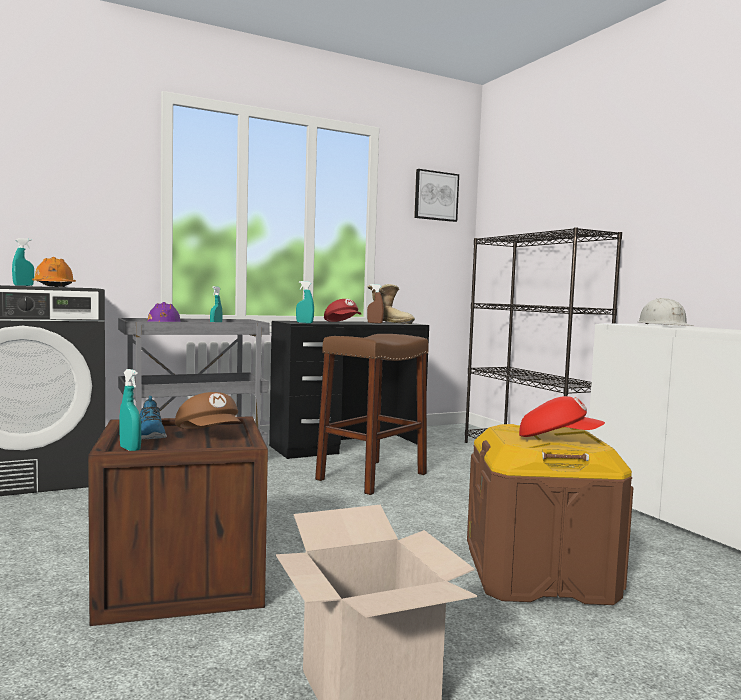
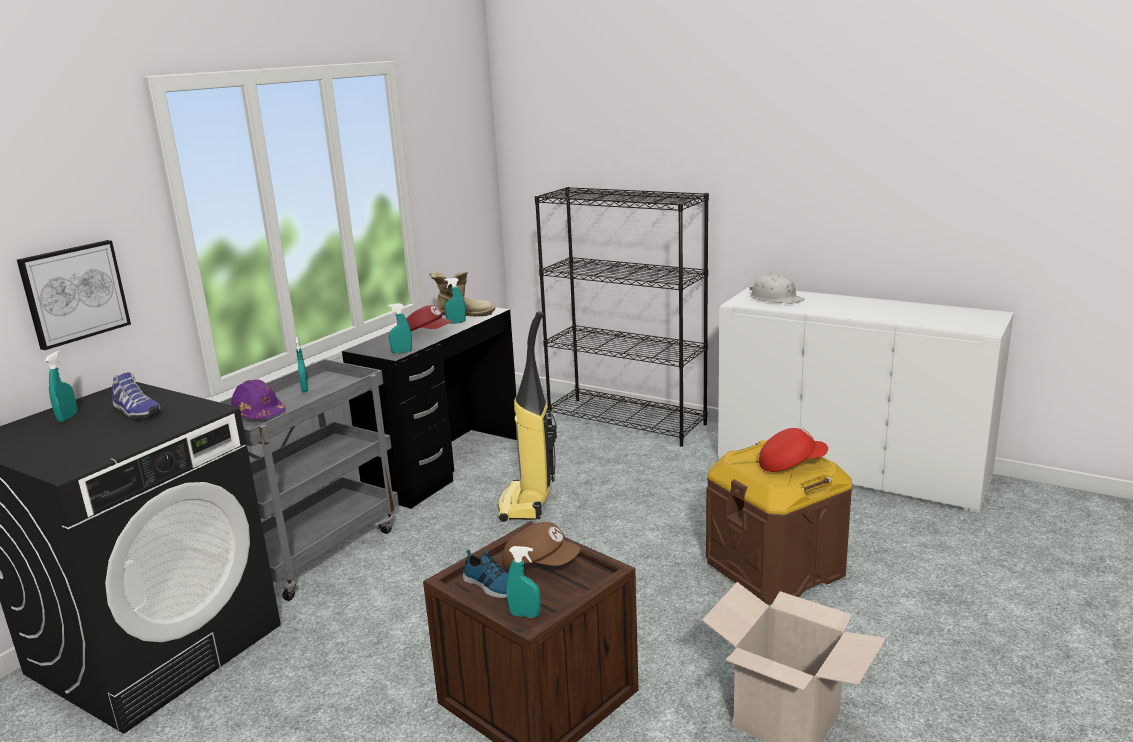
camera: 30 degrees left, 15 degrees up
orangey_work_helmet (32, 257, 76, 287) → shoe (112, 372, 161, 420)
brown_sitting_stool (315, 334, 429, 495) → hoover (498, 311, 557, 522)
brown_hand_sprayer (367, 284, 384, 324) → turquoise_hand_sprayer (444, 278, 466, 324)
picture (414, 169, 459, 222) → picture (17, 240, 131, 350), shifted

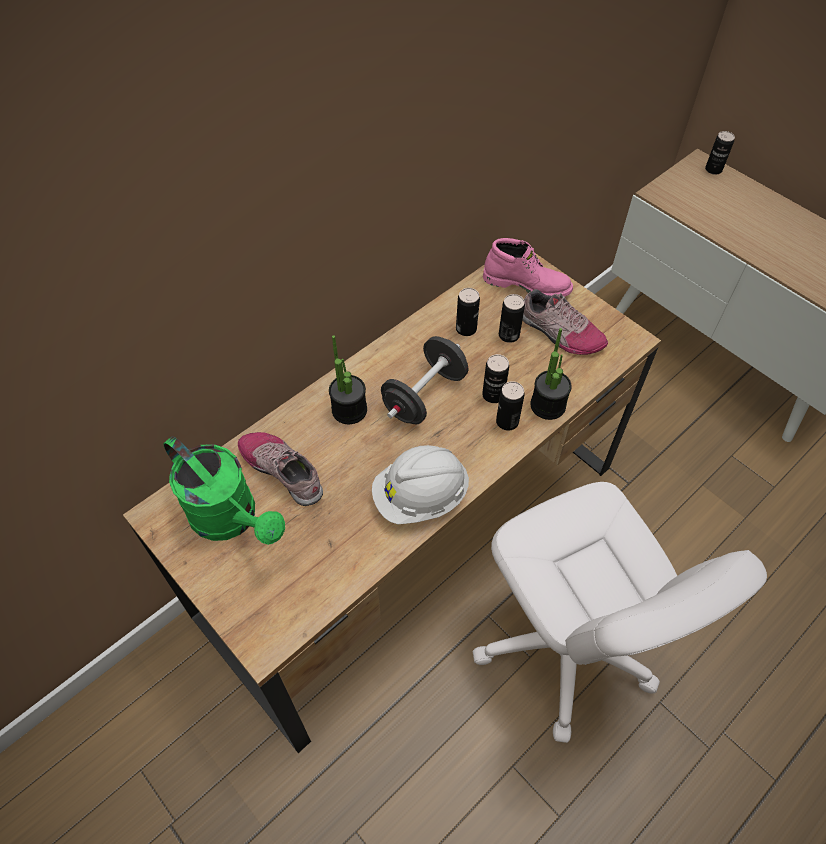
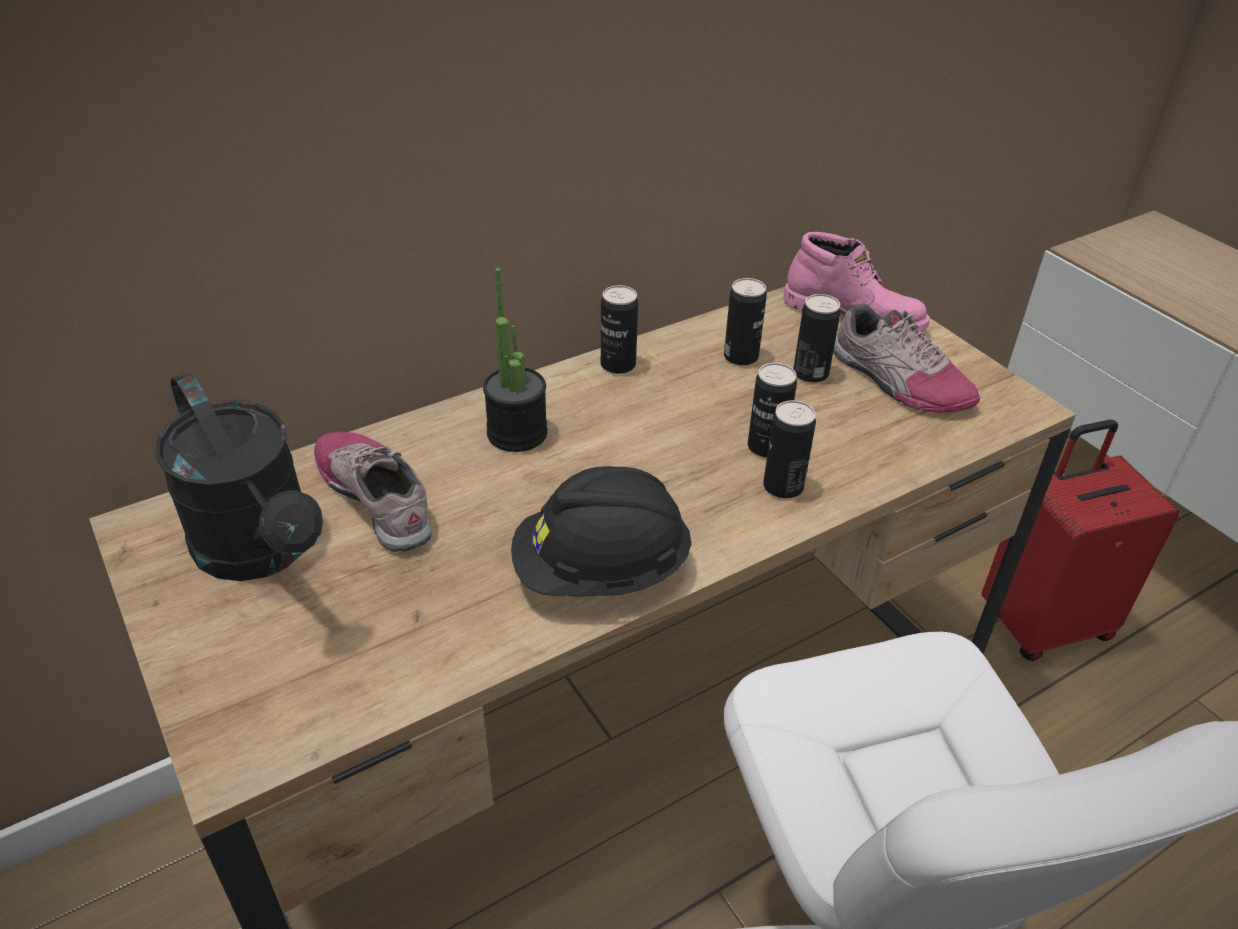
camera: 10 degrees right, 15 degrees down
green-coloured_sprinkling_can (163, 436, 285, 545) → black-coloured_sprinkling_can (156, 372, 323, 581)
white-coloured_work_helmet (372, 445, 469, 524) → black-coloured_work_helmet (511, 466, 692, 597)
black-coloured_free_weight (381, 336, 468, 424) → -
potted_plant (530, 328, 572, 420) → -
can (705, 131, 735, 175) → can (601, 285, 638, 374), shifted
- → red_travel_case (982, 420, 1180, 661)

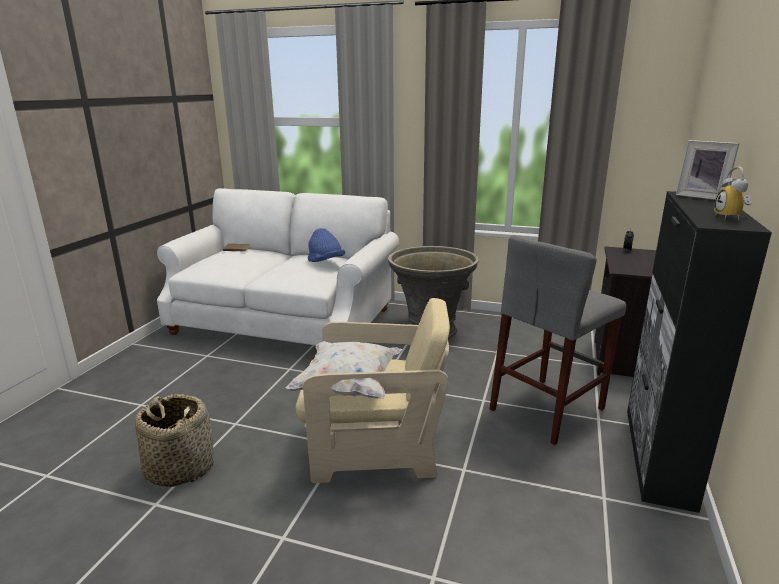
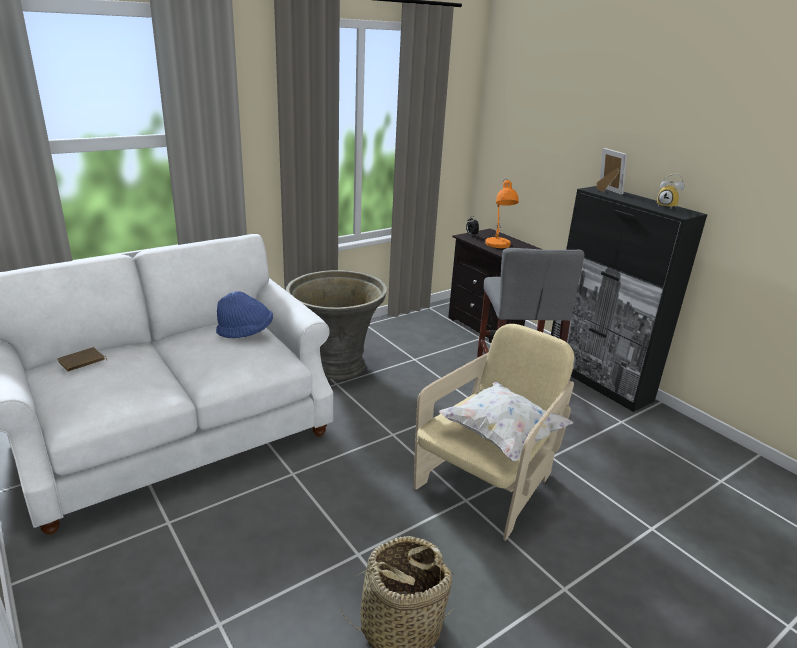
camera: 55 degrees left, 5 degrees up
standing_frame (676, 140, 740, 200) → standing_frame (597, 148, 627, 195), 105 degrees counterclockwise
- → orangey_tabletop_lamp (484, 180, 519, 248)

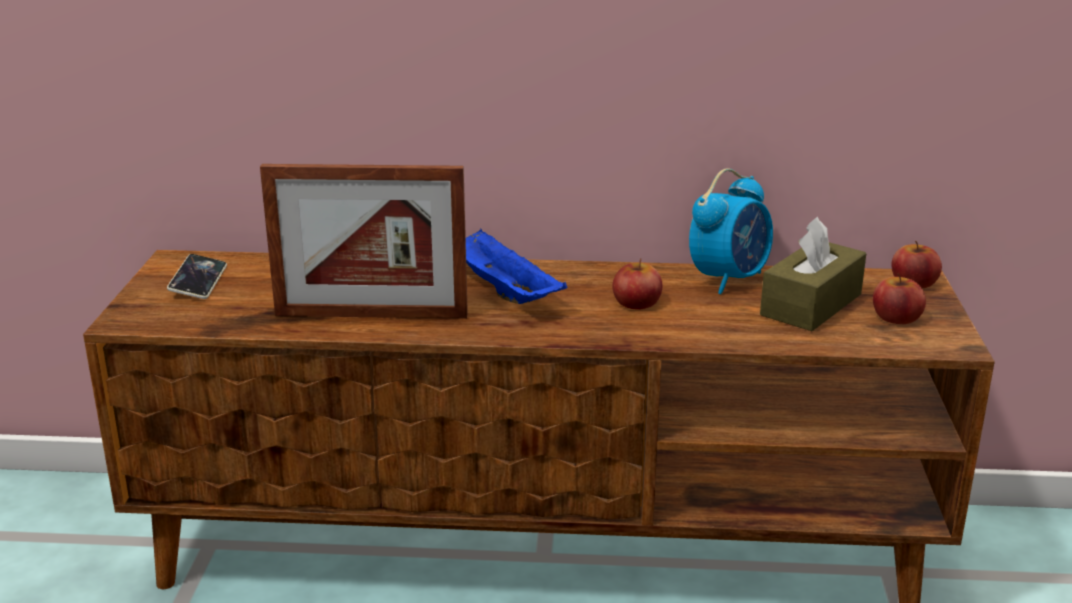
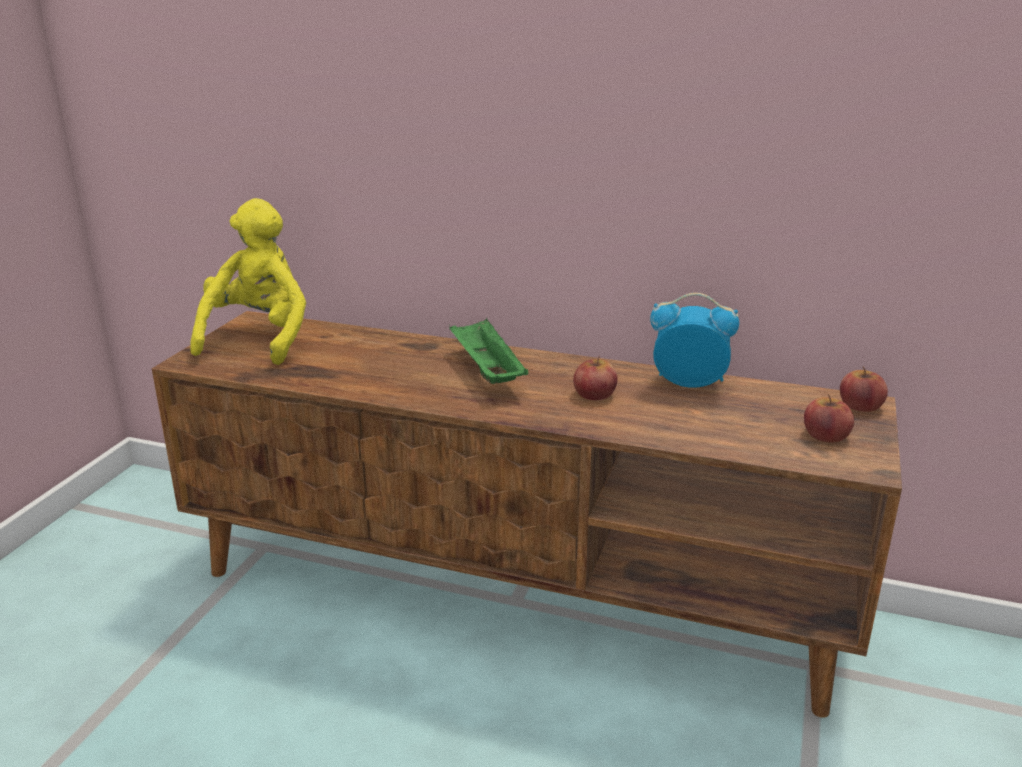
camera: 15 degrees right, 0 degrees up
telephone (167, 254, 227, 299) → yellow_plush_toy (190, 198, 306, 365)
standing_frame (260, 164, 468, 319) → -
blue_carrying_tray (466, 229, 567, 304) → green-coloured_carrying_tray (449, 318, 529, 384)
bedside_clock (689, 168, 773, 294) → bedside_clock (650, 293, 739, 388), 135 degrees counterclockwise
brown_box_of_tissues (760, 216, 866, 331) → -

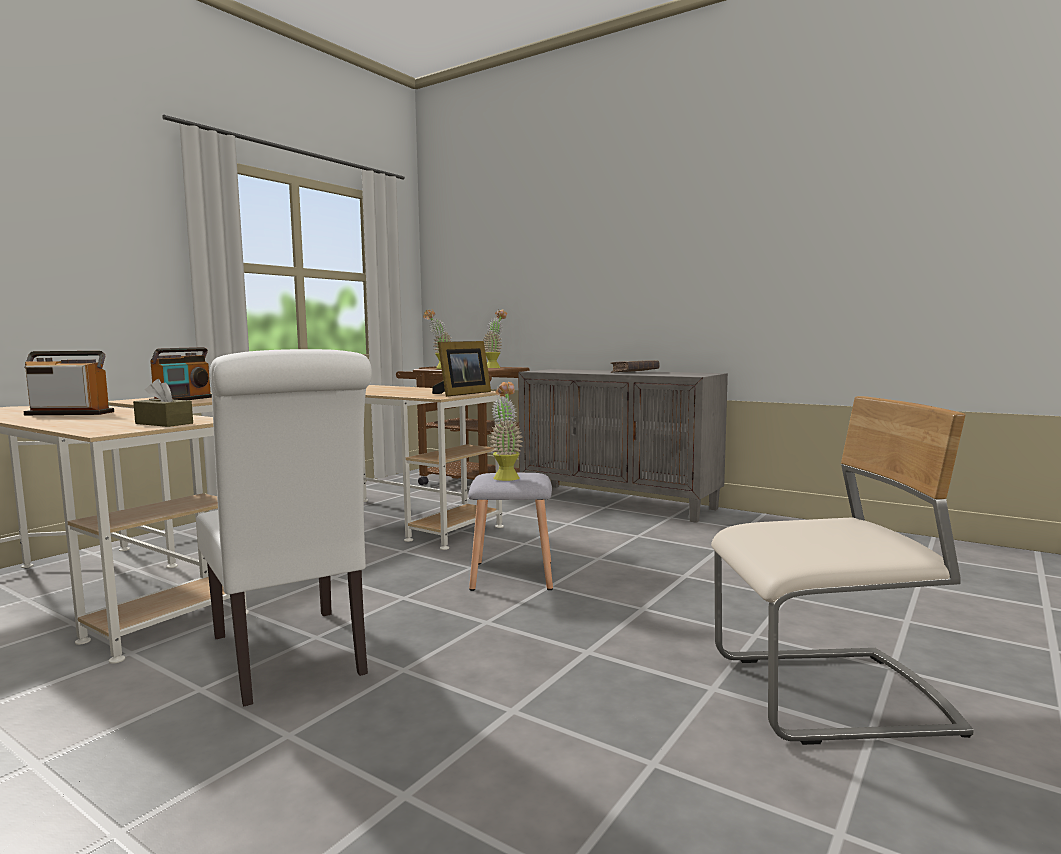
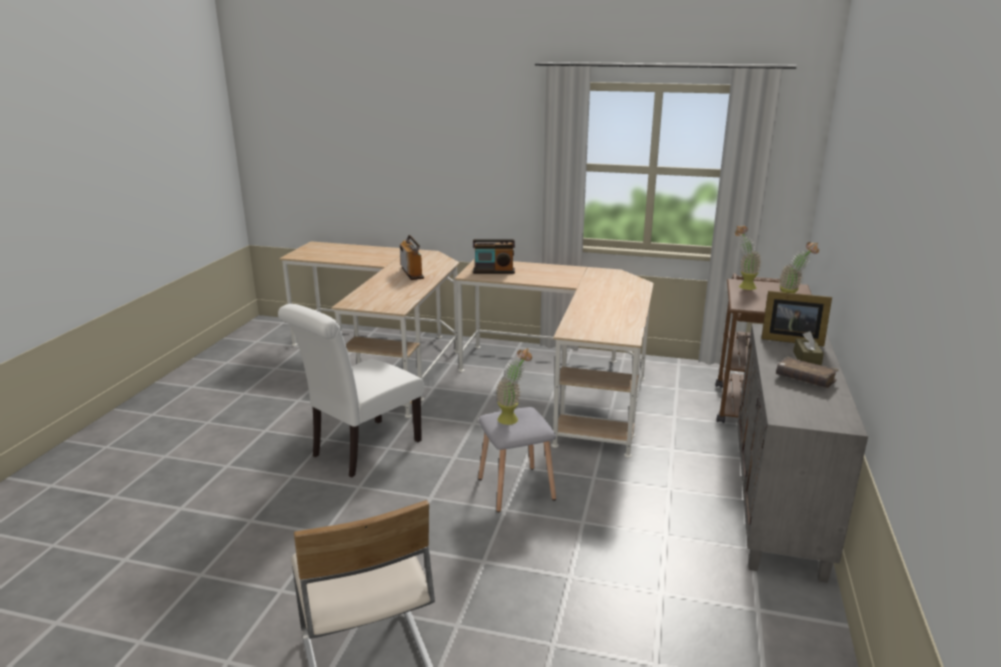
camera: 70 degrees right, 15 degrees up
brown_box_of_tissues (133, 379, 193, 427) → brown_box_of_tissues (793, 331, 824, 366), shifted
standing_frame (432, 341, 491, 397) → standing_frame (761, 291, 832, 346), shifted

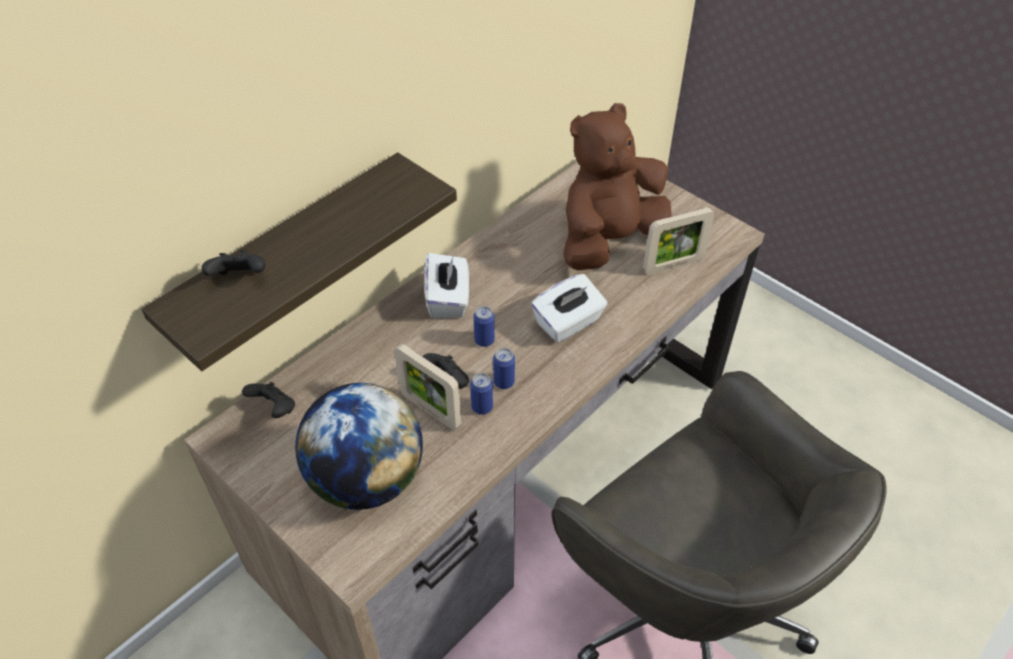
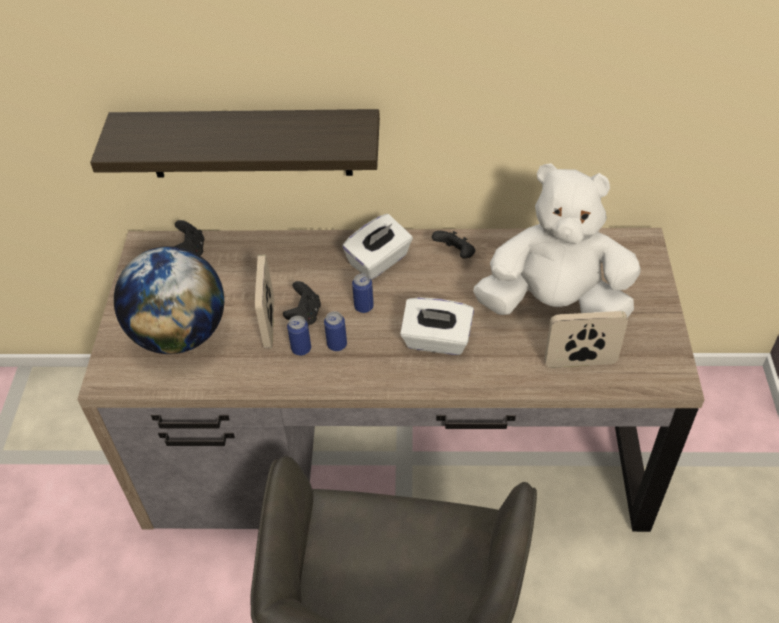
camera: 50 degrees right, 0 degrees up
black-coloured_gamepad (202, 250, 265, 276) → black-coloured_gamepad (432, 231, 475, 258), shifted
brown_plush_toy (563, 103, 672, 270) → white-coloured_plush_toy (473, 163, 641, 318)
standing_frame (643, 207, 714, 275) → standing_frame (544, 311, 628, 368), 150 degrees clockwise

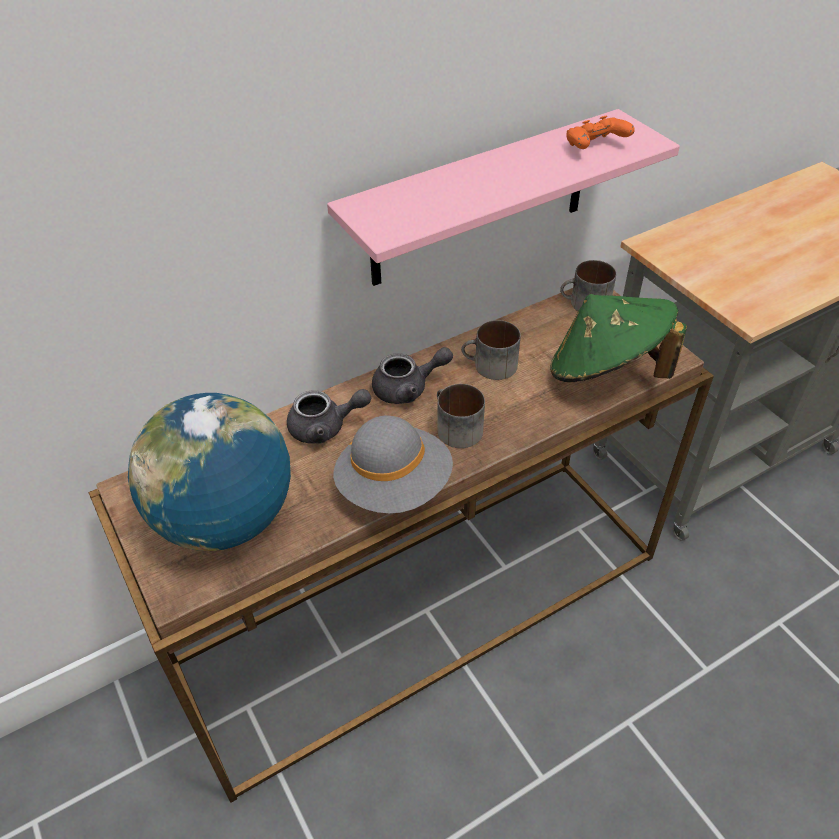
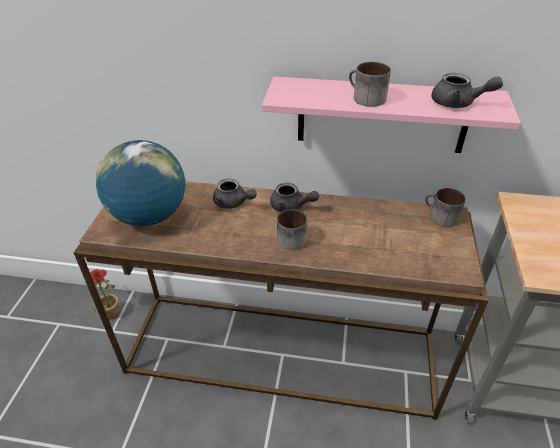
camera: 40 degrees right, 5 degrees down
gray_hat (333, 415, 453, 514) → -
tea_mug (461, 320, 520, 380) → tea_mug (349, 62, 391, 107), shifted
green-coloured_hat (550, 294, 687, 382) → -
orangey_gamepad (566, 115, 635, 149) → gray_tea_pot (432, 73, 503, 108)
- → potted_plant (90, 269, 119, 319)

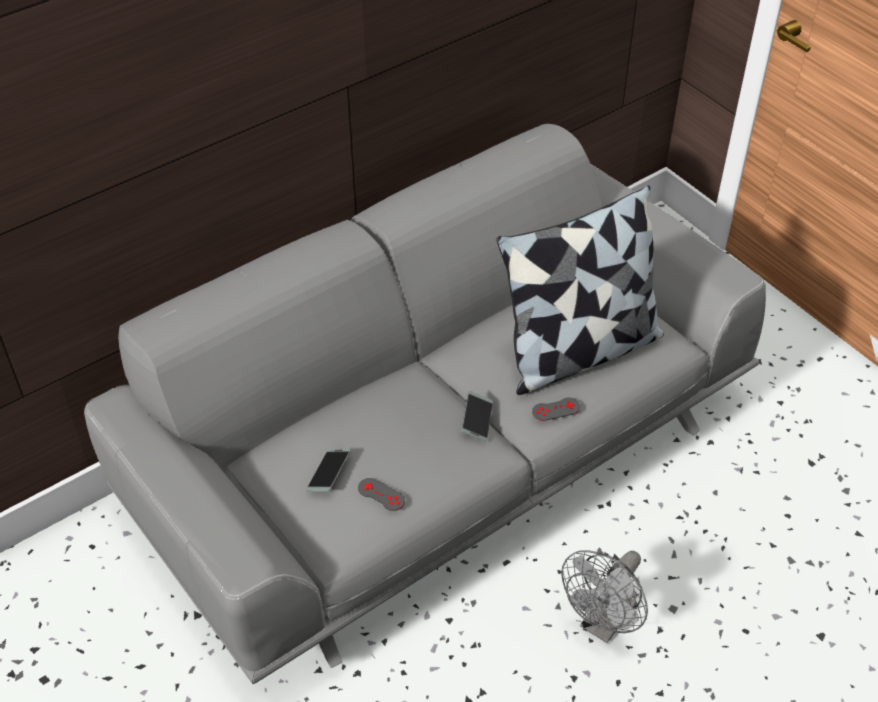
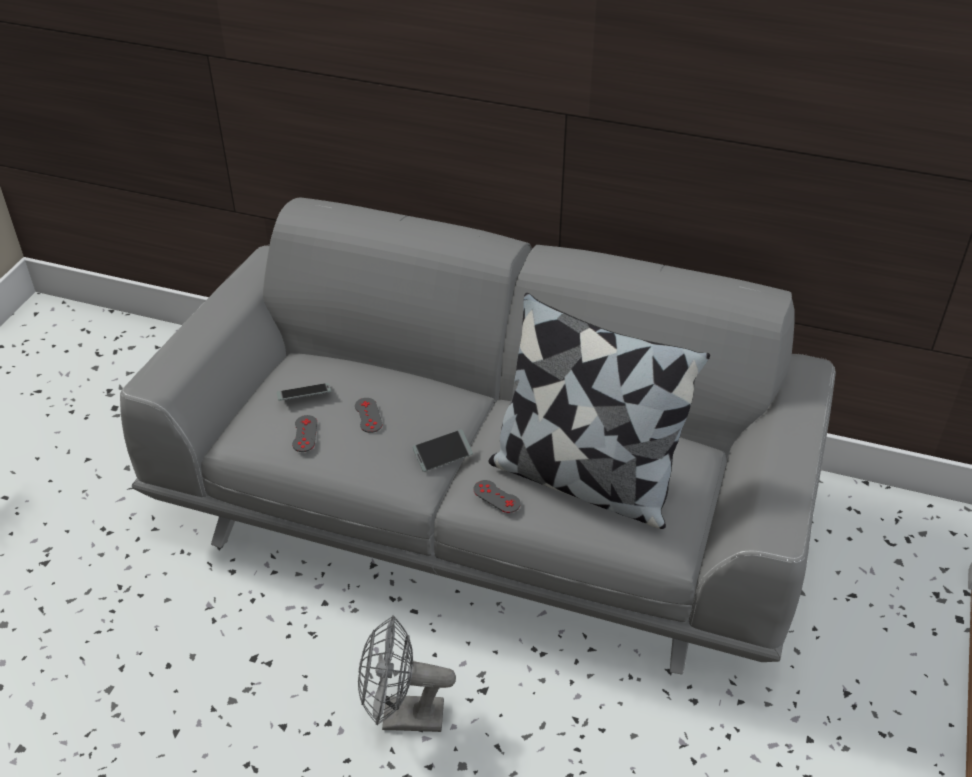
camera: 55 degrees right, 5 degrees down
- → gray_gamepad (355, 398, 382, 433)

